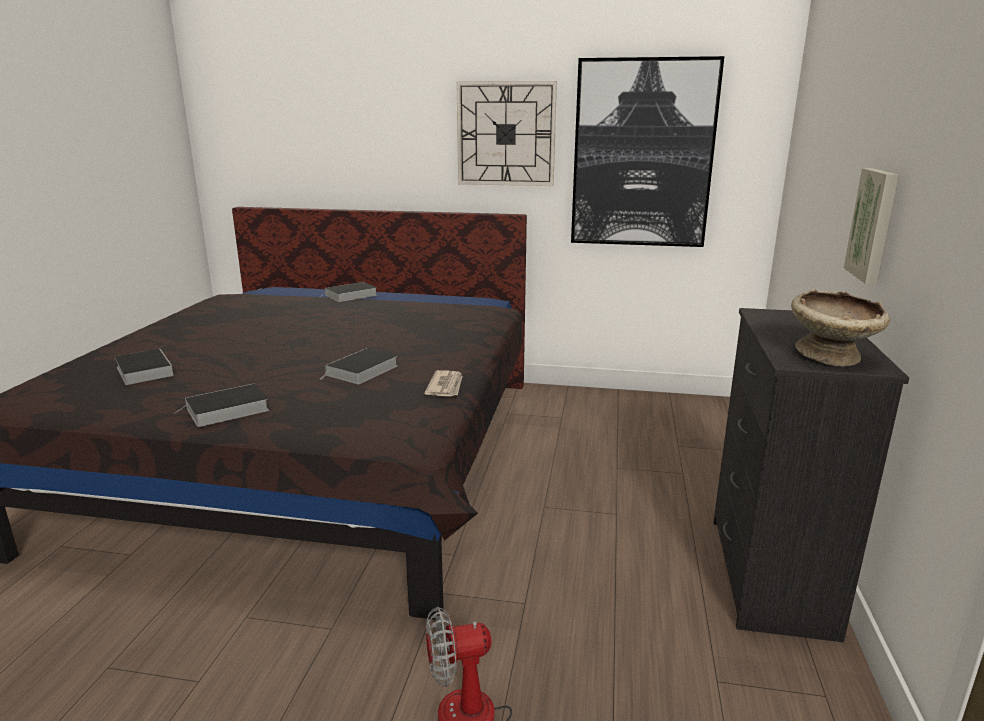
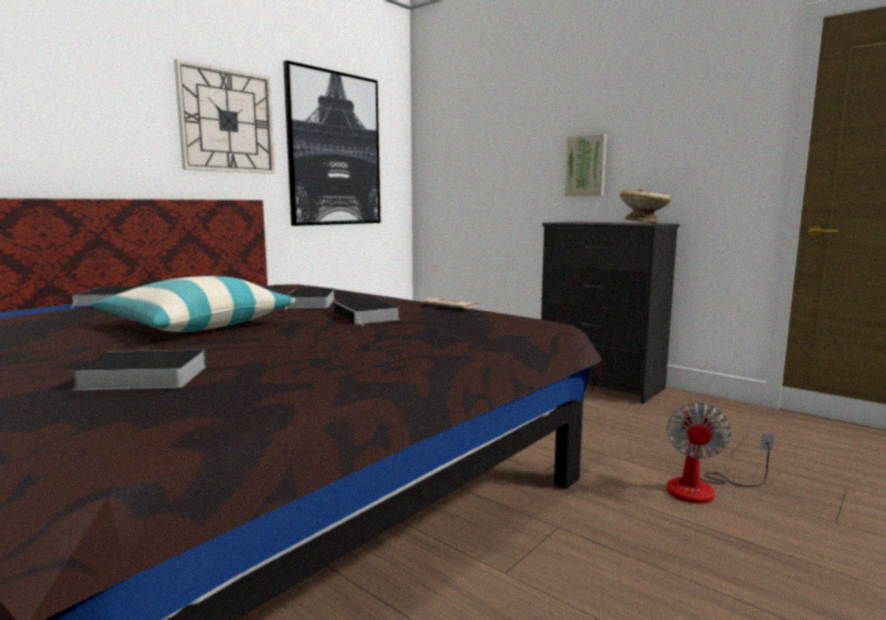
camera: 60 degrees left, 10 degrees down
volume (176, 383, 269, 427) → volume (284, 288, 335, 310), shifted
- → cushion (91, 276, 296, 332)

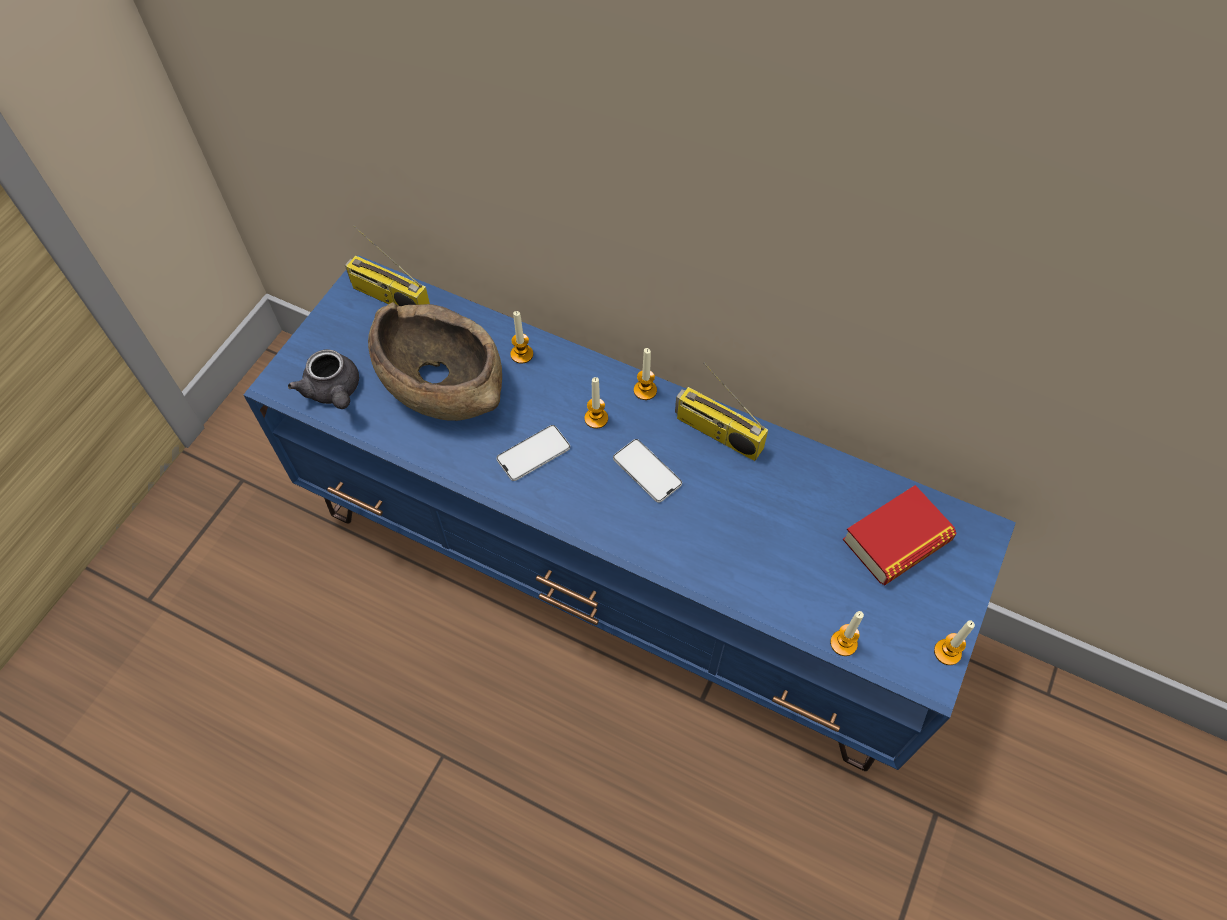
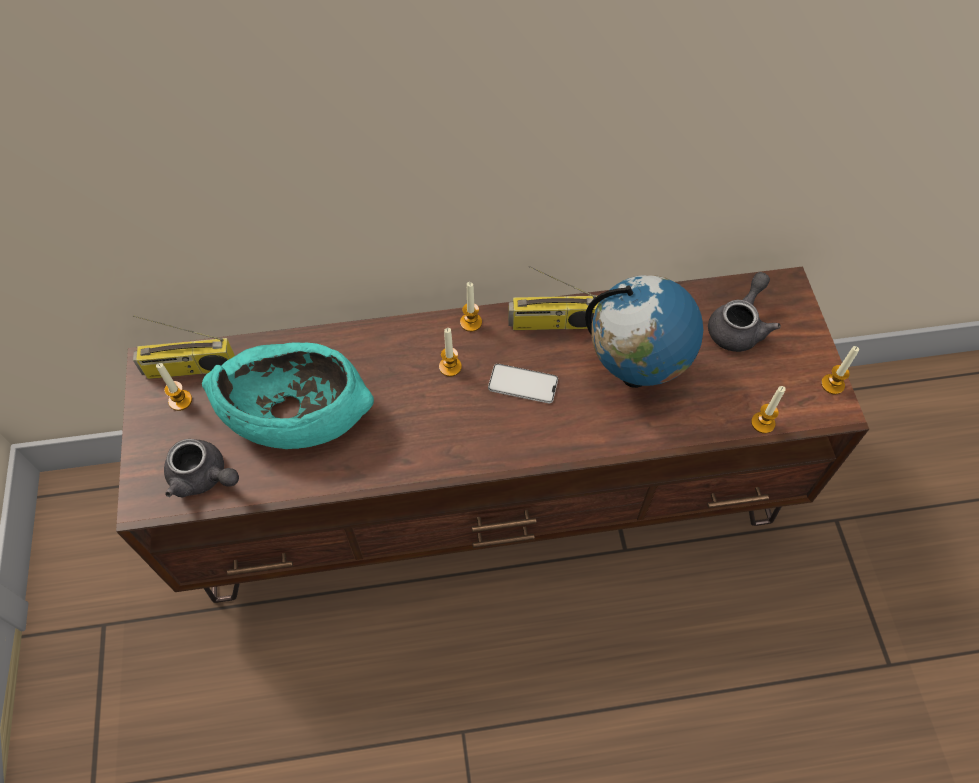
camera: 35 degrees left, 0 degrees up
blue_tv_stand (243, 255, 1016, 771) → brown_tv_stand (116, 266, 869, 603)
brown_serving_bowl (368, 302, 502, 421) → turquoise_serving_bowl (202, 342, 374, 449)
telephone (496, 425, 570, 481) → -
wax_candle (510, 311, 533, 364) → wax_candle (156, 363, 192, 411), shifted
volume (842, 485, 957, 586) → gray_tea_pot (708, 272, 781, 352)
- → desk_globe (585, 275, 703, 388)

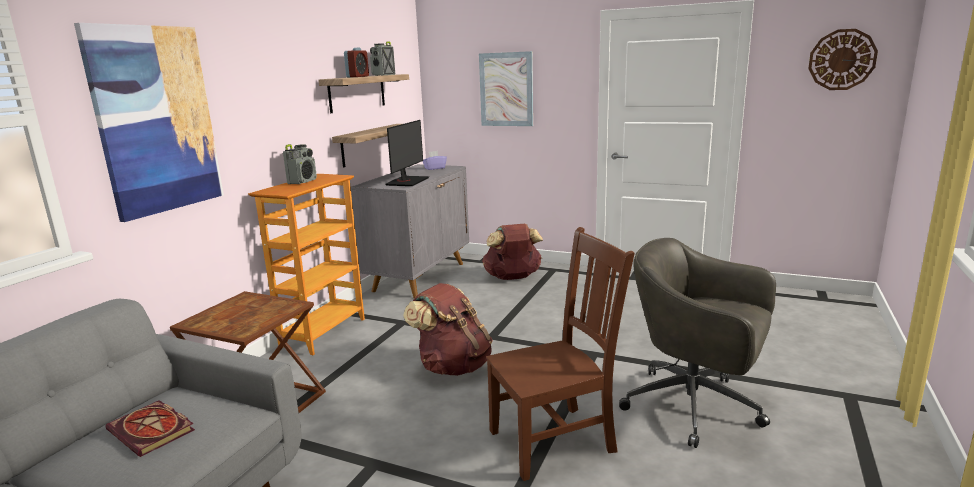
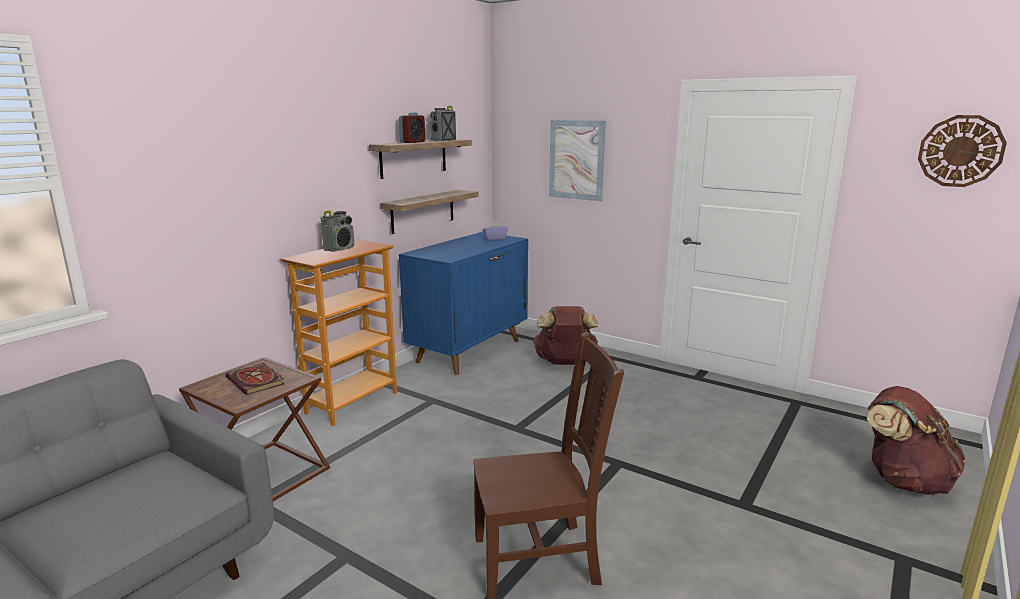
camera: 10 degrees right, 0 degrees up
picture (74, 23, 224, 222) → -
volume (105, 400, 195, 457) → volume (225, 363, 285, 395), shifted
gray_cabinet (351, 164, 469, 298) → blue_cabinet (399, 232, 528, 375)
monitor (386, 120, 429, 186) → -
brown_backpack (403, 283, 493, 376) → brown_backpack (867, 386, 966, 495), shifted
gray_desk_chair (619, 238, 776, 448) → -

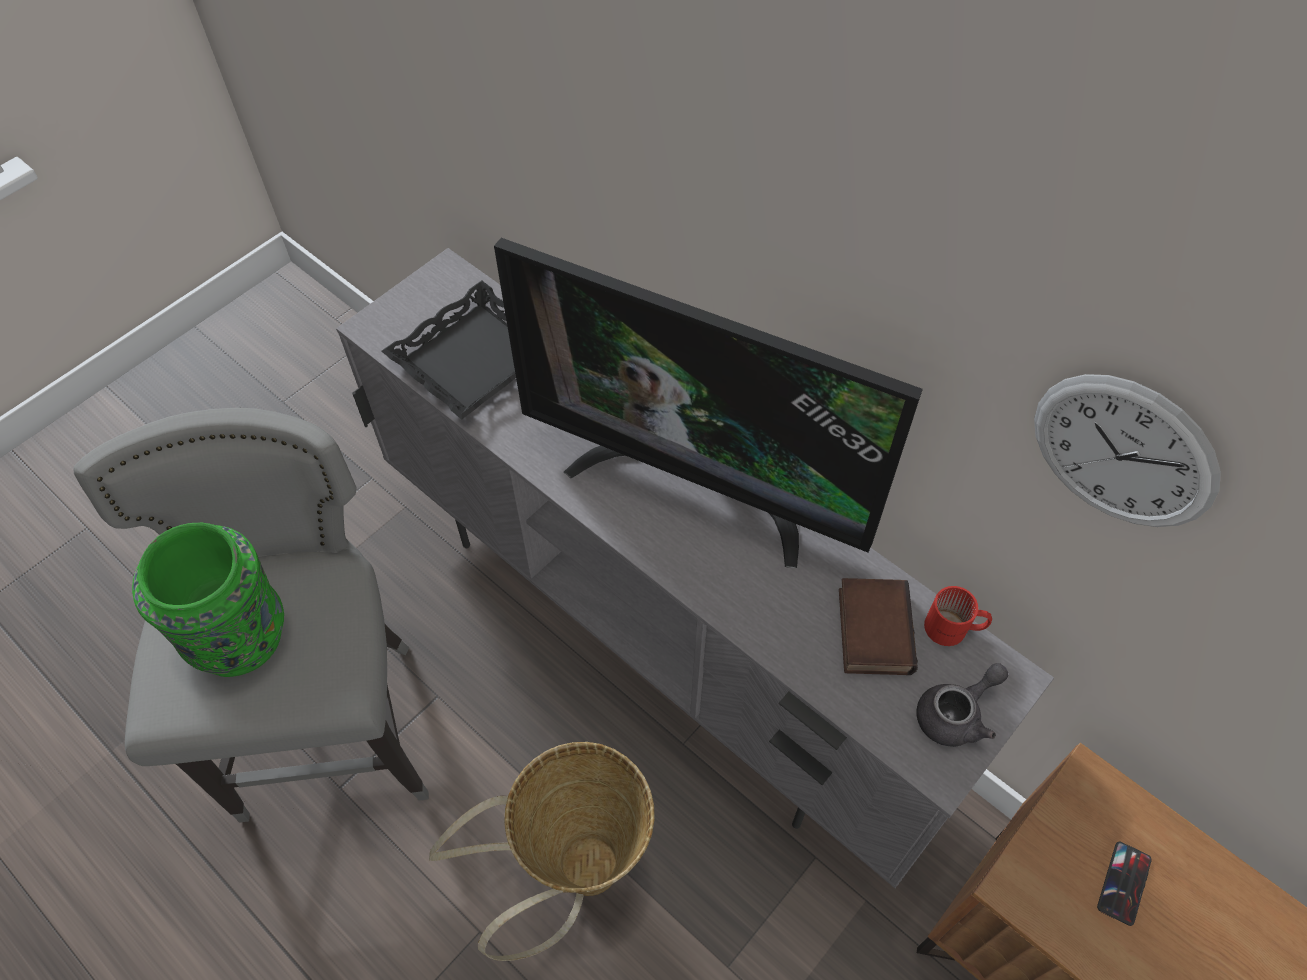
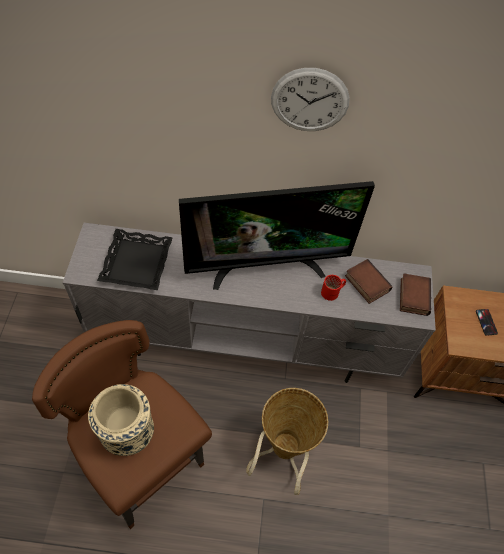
camera: 40 degrees left, 0 degrees up
gray_sitting_stool (74, 408, 429, 823) → brown_sitting_stool (32, 320, 212, 529)
green-coloured_flower_vase (132, 523, 284, 677) → sand-coloured_flower_vase (88, 384, 154, 456)
gray_tea_pot (916, 663, 1008, 747) → volume (400, 274, 431, 316)
red_tea_mug (924, 586, 992, 646) → red_tea_mug (321, 275, 346, 301), shifted
hanging_clock (1034, 374, 1221, 527) → hanging_clock (271, 68, 350, 131), shifted

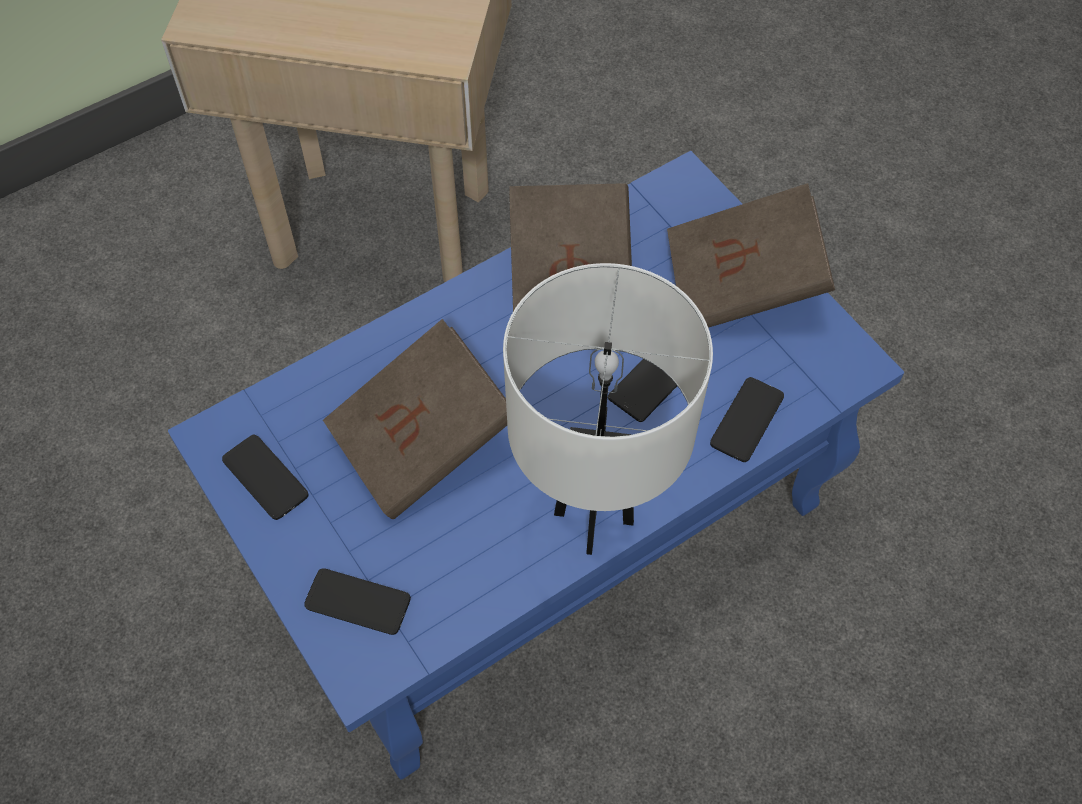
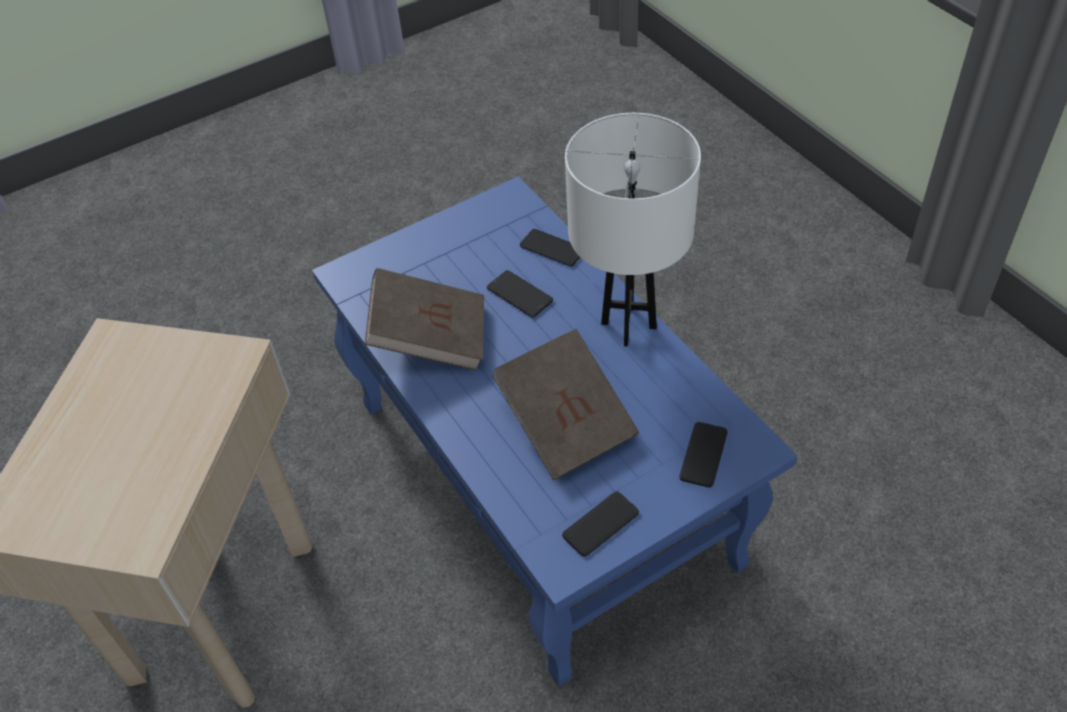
camera: 85 degrees left, 10 degrees down
brown_volume (667, 183, 835, 328) → -

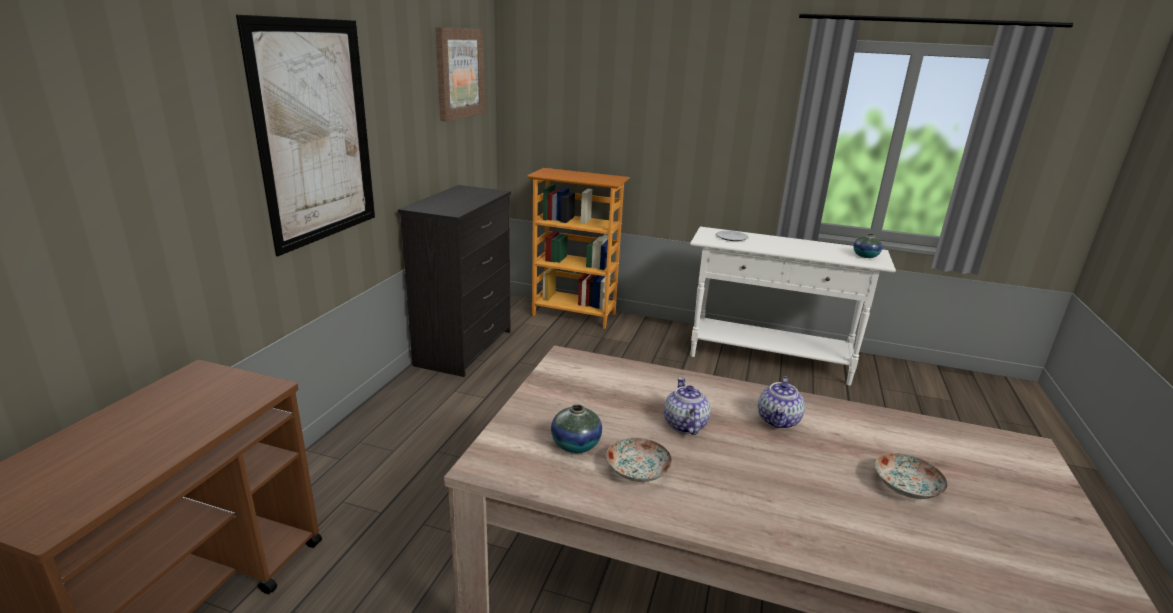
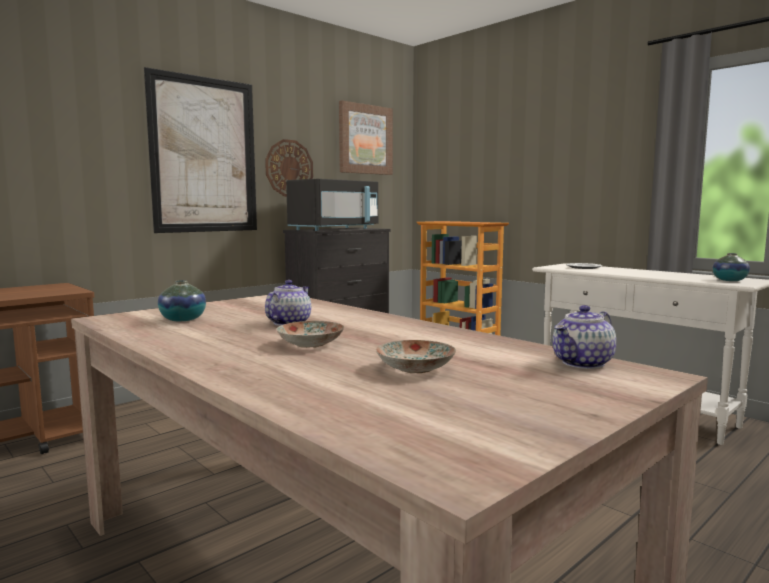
camera: 30 degrees right, 15 degrees down
flat_dish (606, 437, 672, 482) → flat_dish (276, 321, 344, 348), shifted
tea_pot (758, 376, 805, 429) → tea_pot (552, 305, 616, 369), shifted
- → hanging_clock (265, 139, 313, 197)
- → black-coloured_microwave (286, 179, 378, 231)

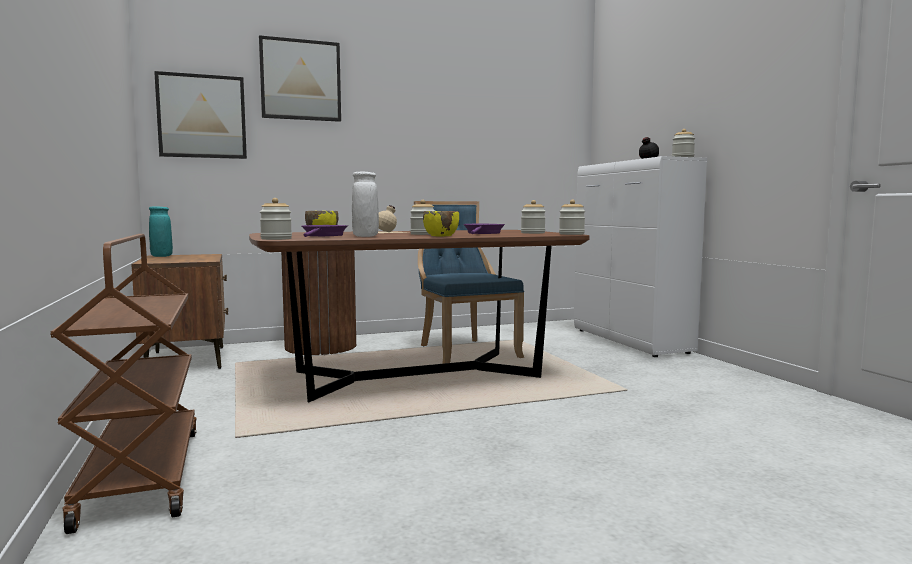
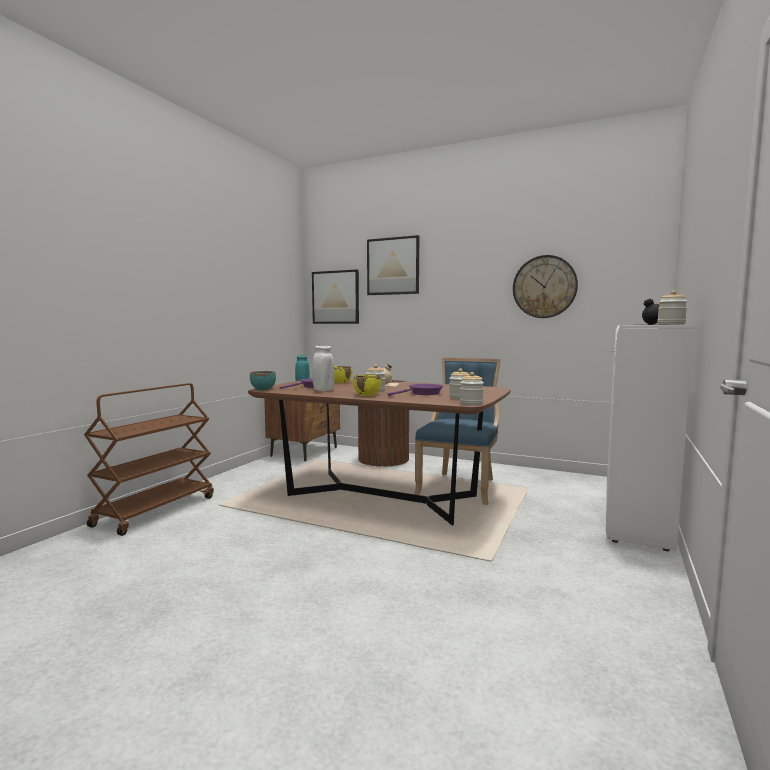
camera: 45 degrees right, 0 degrees up
storage_jar (260, 198, 292, 240) → turquoise_serving_bowl (250, 371, 276, 390)
- → hanging_clock (513, 255, 578, 318)

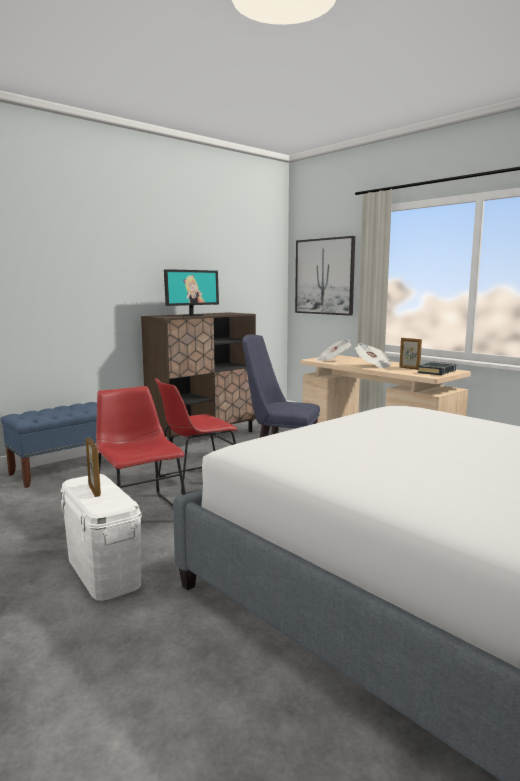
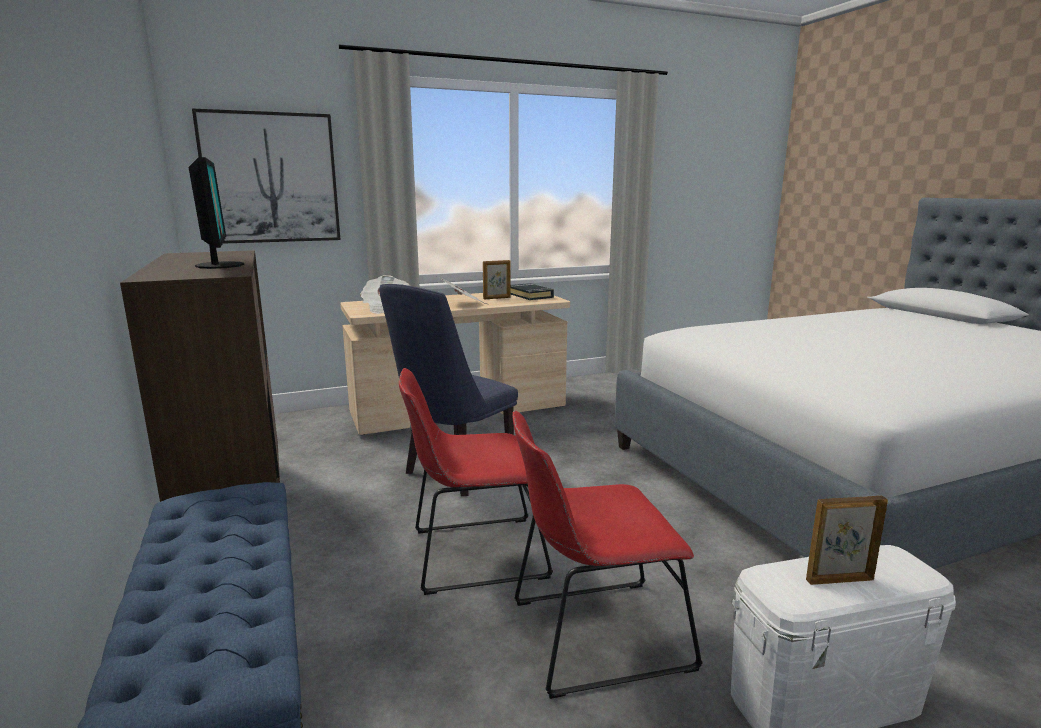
camera: 70 degrees left, 5 degrees up
red_upright_chair (155, 378, 237, 495) → red_upright_chair (399, 368, 553, 595), 90 degrees clockwise

